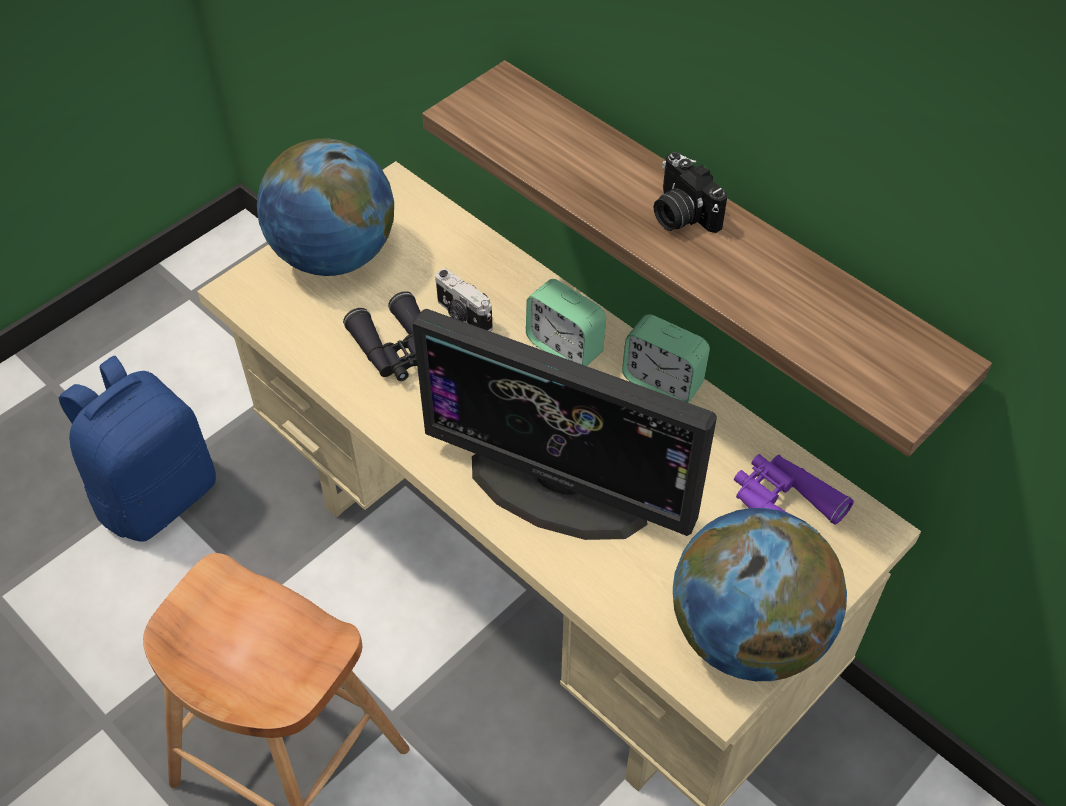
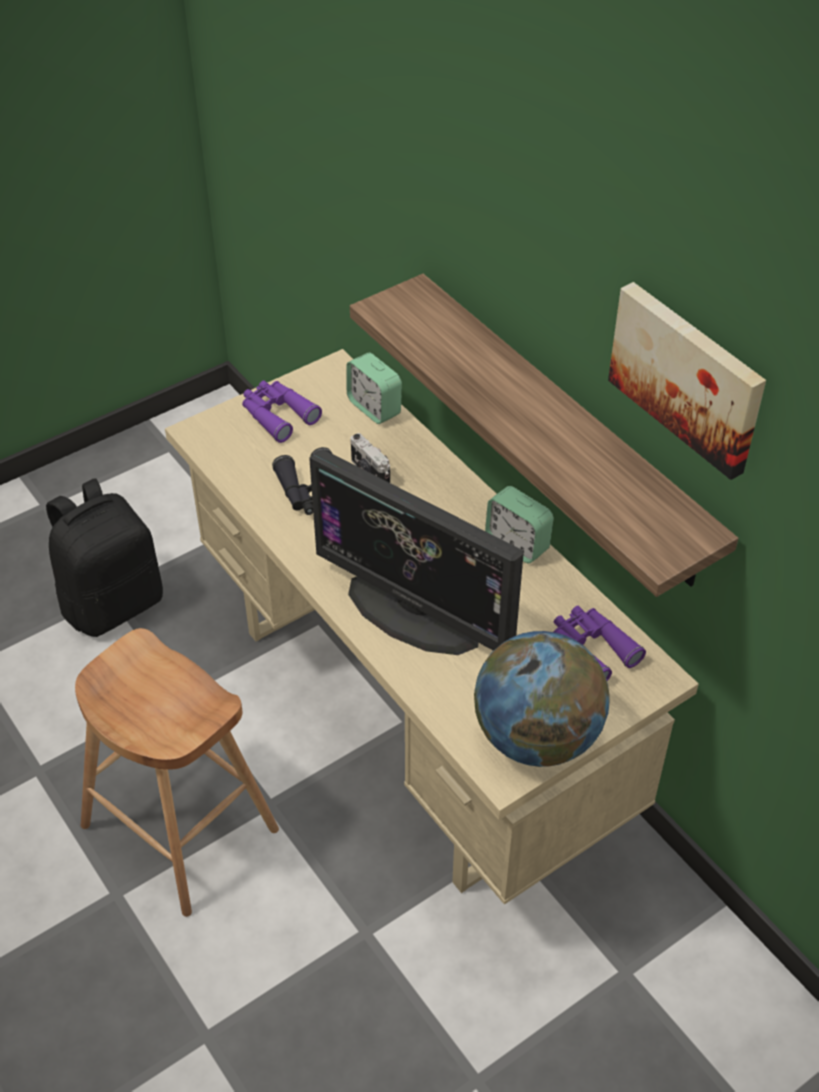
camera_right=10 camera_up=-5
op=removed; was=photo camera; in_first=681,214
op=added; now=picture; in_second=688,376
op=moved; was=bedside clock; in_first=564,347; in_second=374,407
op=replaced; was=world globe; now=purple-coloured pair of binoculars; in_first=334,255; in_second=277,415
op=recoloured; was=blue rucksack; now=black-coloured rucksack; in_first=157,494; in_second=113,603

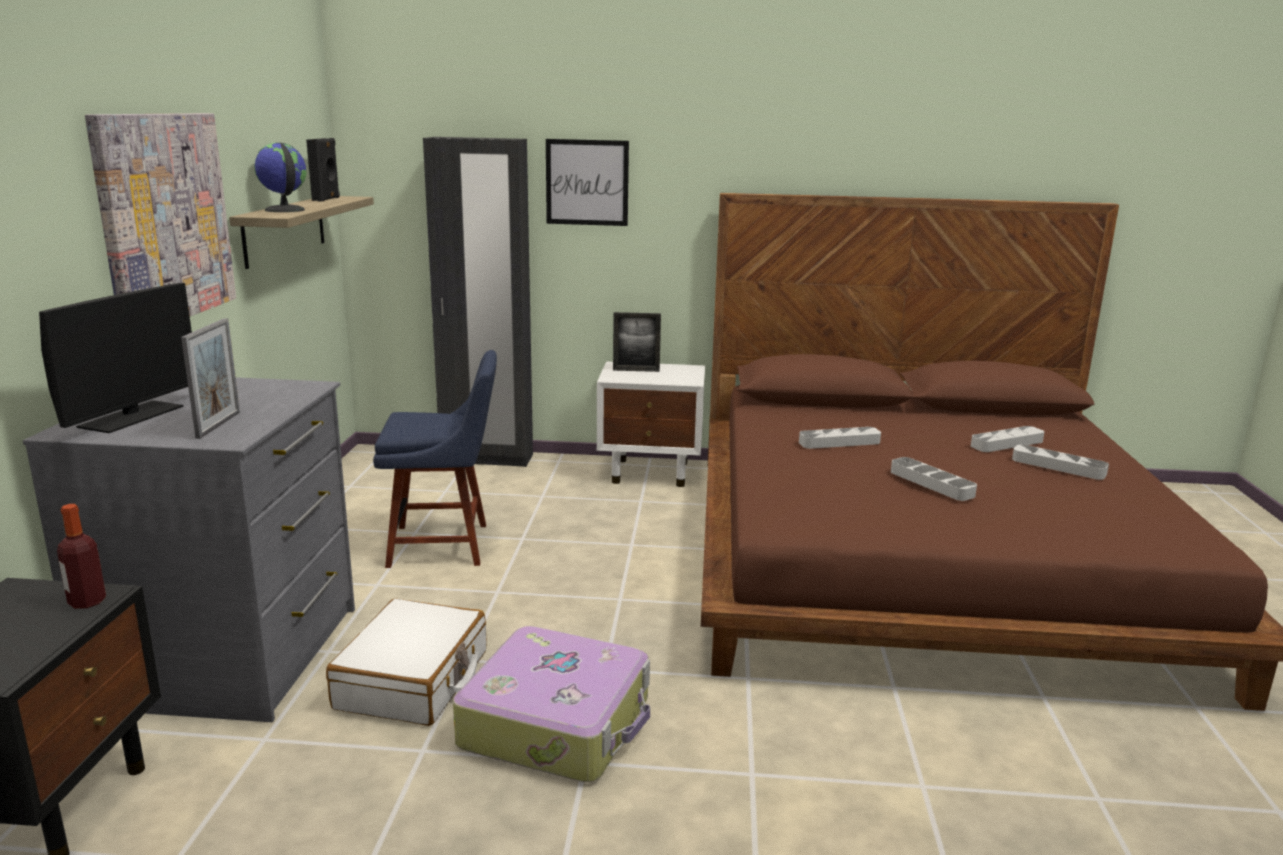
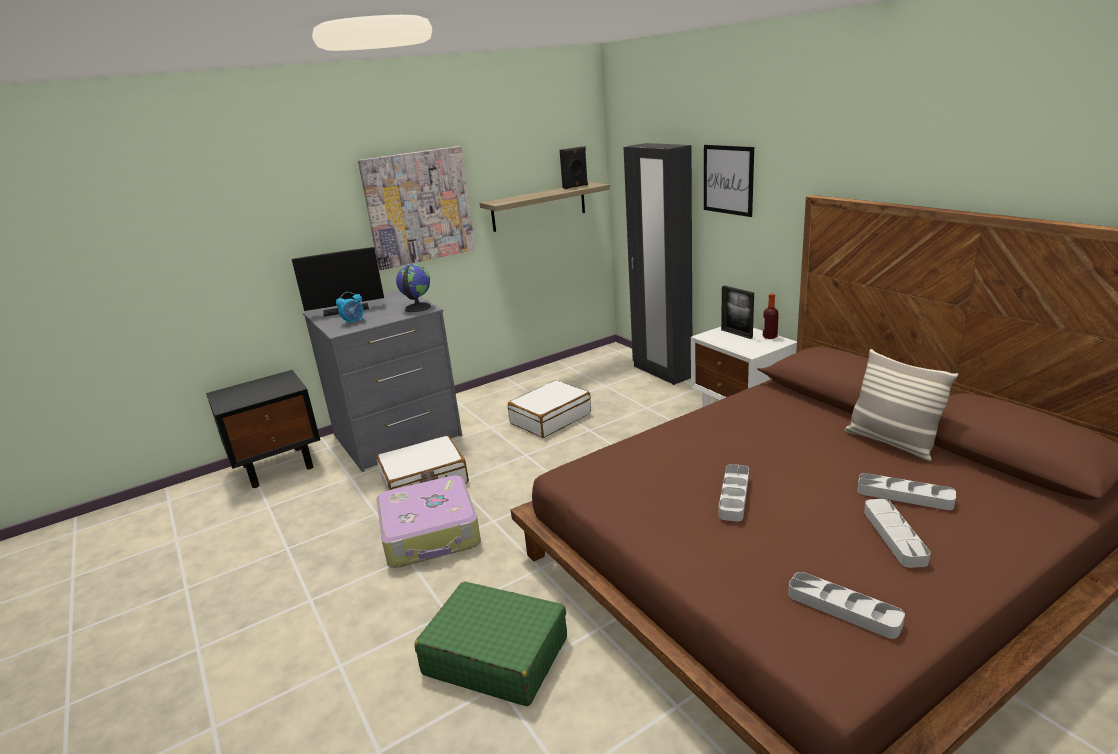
camera_right=55 camera_up=5
op=added; now=green-coloured piece of luggage; in_second=495,655
op=added; now=throw pillow; in_second=891,442
op=moved; was=bottle; in_first=87,602; in_second=769,337
op=moved; was=world globe; in_first=284,210; in_second=417,308
op=moved; was=greyish tray; in_first=839,442; in_second=843,609
op=replaced; was=photo frame; now=bedside clock; in_first=218,425; in_second=354,322
op=replaced; was=blue upright chair; now=white-coloured piece of luggage; in_first=445,545; in_second=550,418

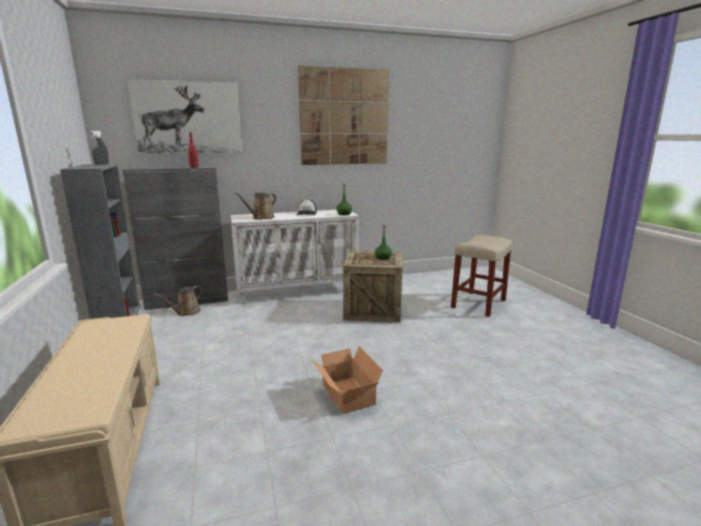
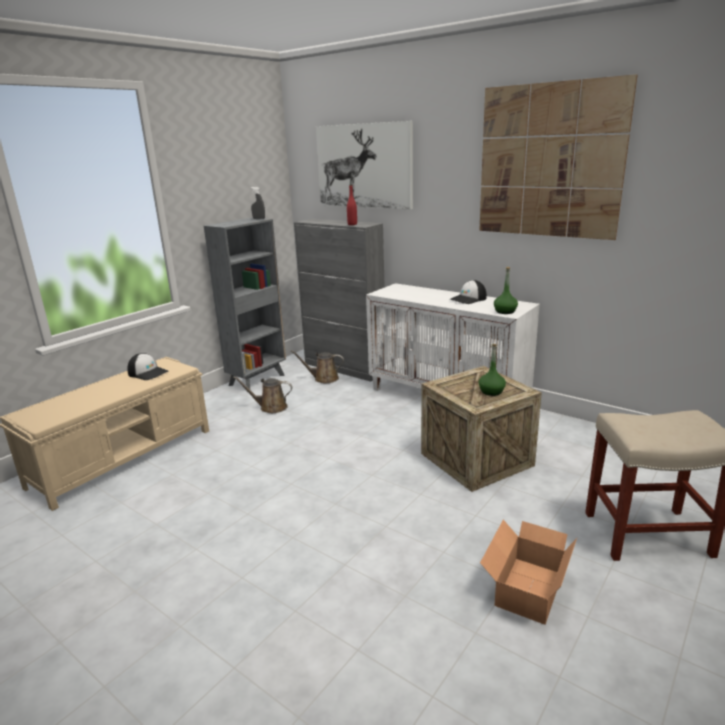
camera_right=55 camera_up=5
op=added; now=cap; in_second=148,373
op=moved; was=brownish watering can; in_first=261,218; in_second=270,407
op=moved; was=cardboard box; in_first=346,396; in_second=525,589

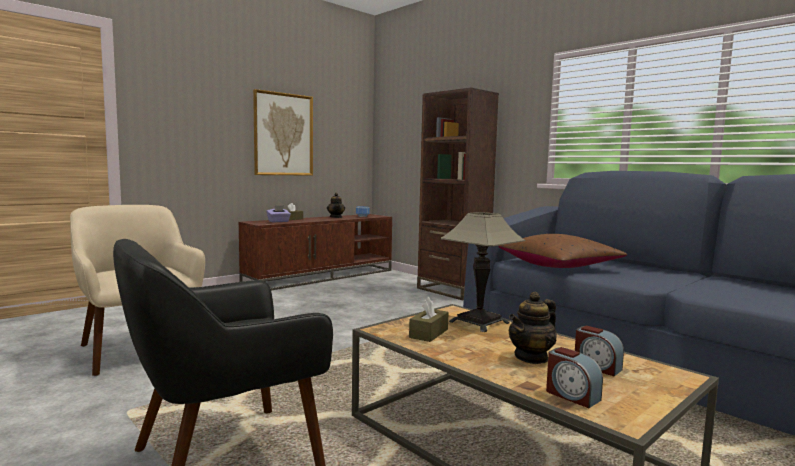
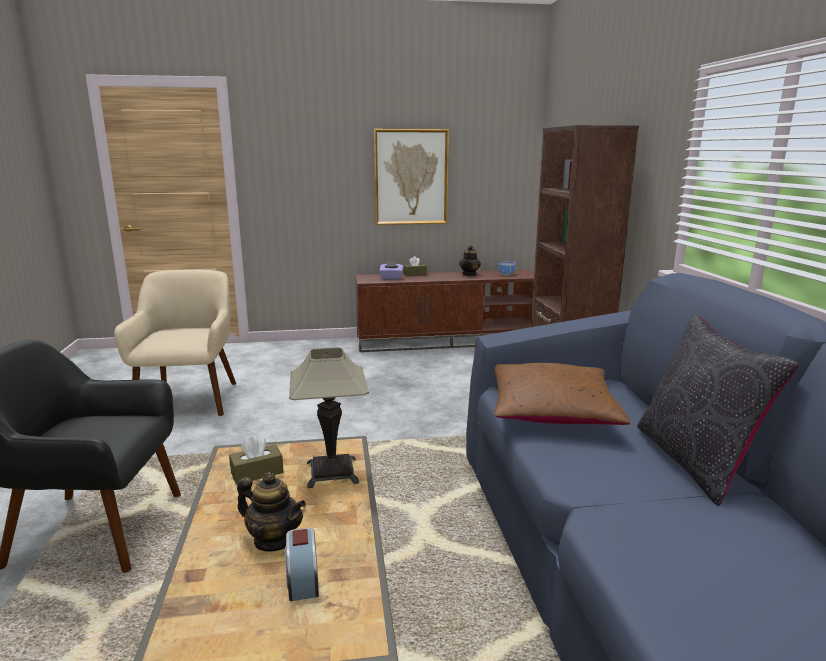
camera_right=35 camera_up=10
op=removed; was=bedside clock; in_first=571,395
op=added; now=black-coloured throw pillow; in_second=695,461
op=turned; was=pot for tea; in_first=531,357; in_second=274,540; clockwise=-150

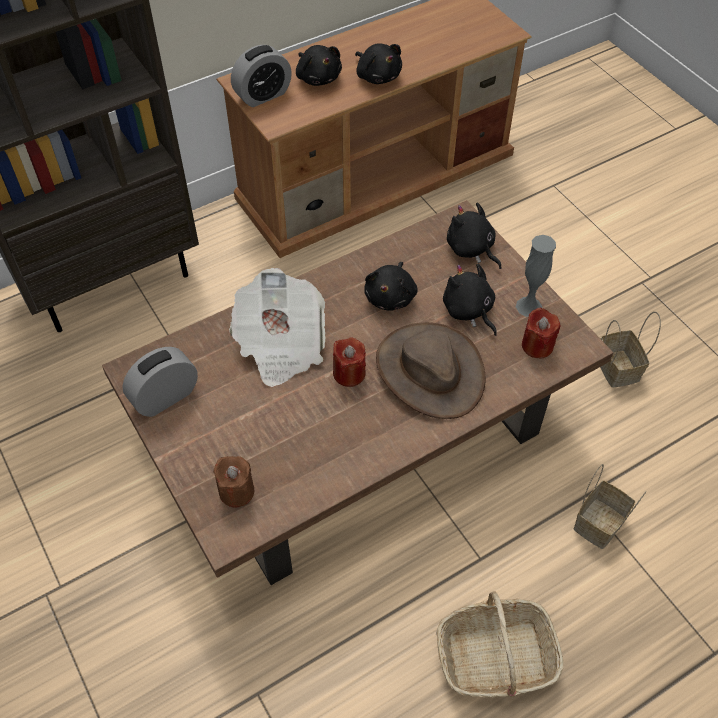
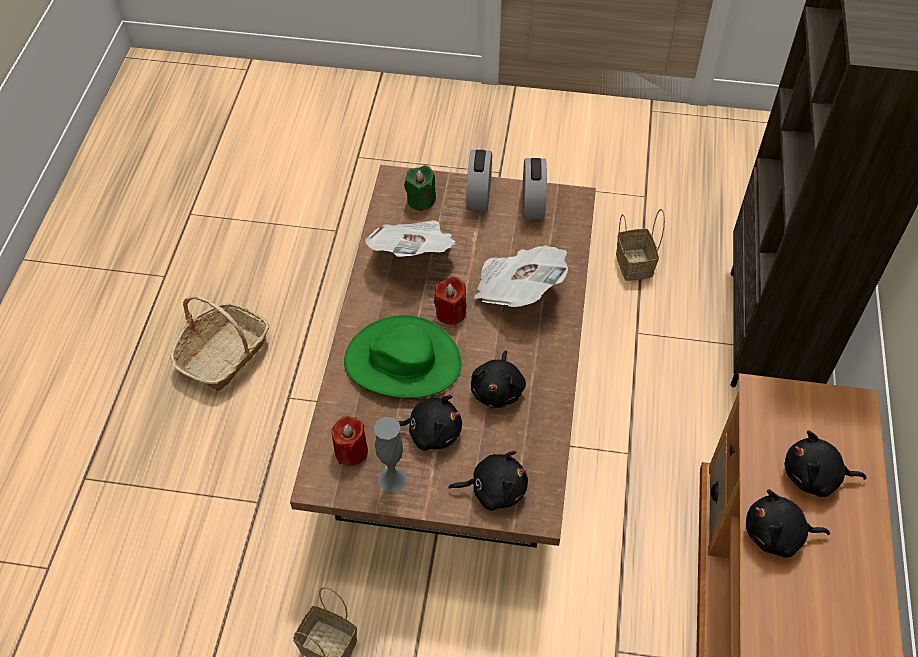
camera_right=130 camera_up=0
op=added; now=daily paper; in_second=413,253
op=moved; was=bedside clock; in_first=263,95; in_second=478,196
op=moved; was=storage basket; in_first=599,525; in_second=633,263
op=recoloured; was=brownish wax candle; now=green-coloured wax candle; in_first=236,491; in_second=421,200
op=recoloured; was=brownish hat; now=green-coloured hat; in_first=429,371; in_second=403,361
op=turned; was=black-coloured cuddly toy; in_first=391,296; in_second=498,389; clockwise=-135

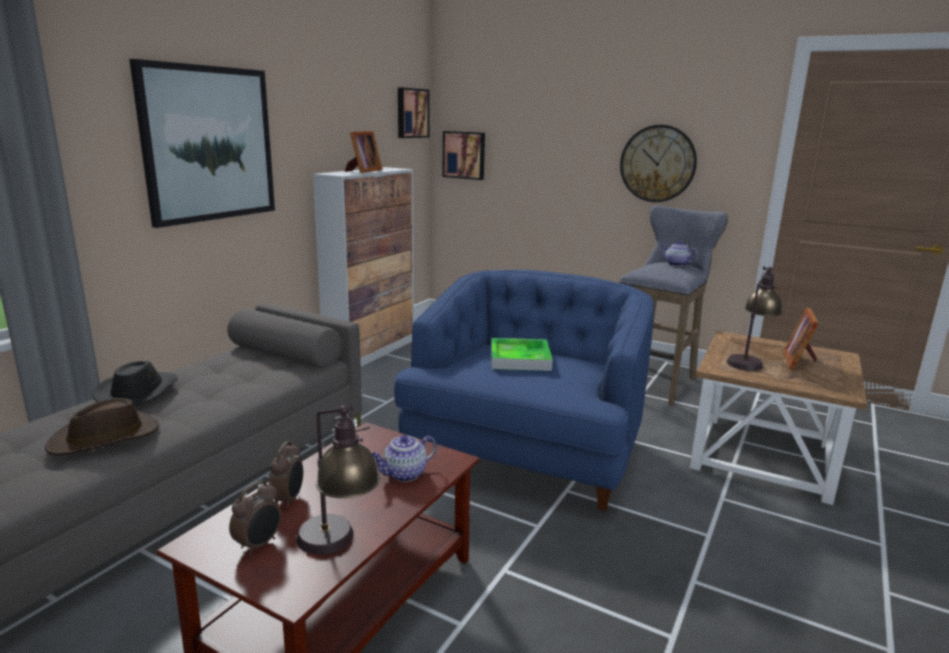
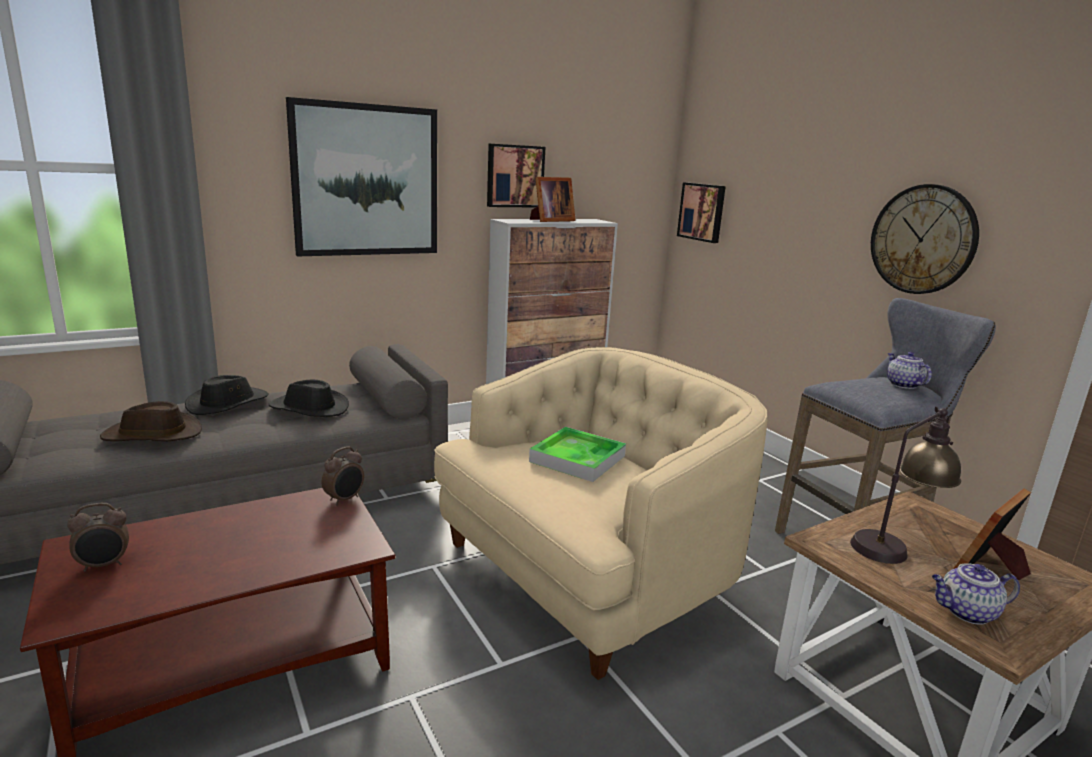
camera_right=30 camera_up=0
op=removed; was=tabletop lamp; in_first=338,546
op=added; now=black-coloured hat; in_second=309,408
op=moved; was=bedside clock; in_first=289,499; in_second=345,499
op=moved; was=pot for tea; in_first=404,474; in_second=966,612
op=moved; was=picture; in_first=411,113; in_second=514,176
op=recoloured; was=blue easy chair; now=beige easy chair; in_first=525,450; in_second=586,572

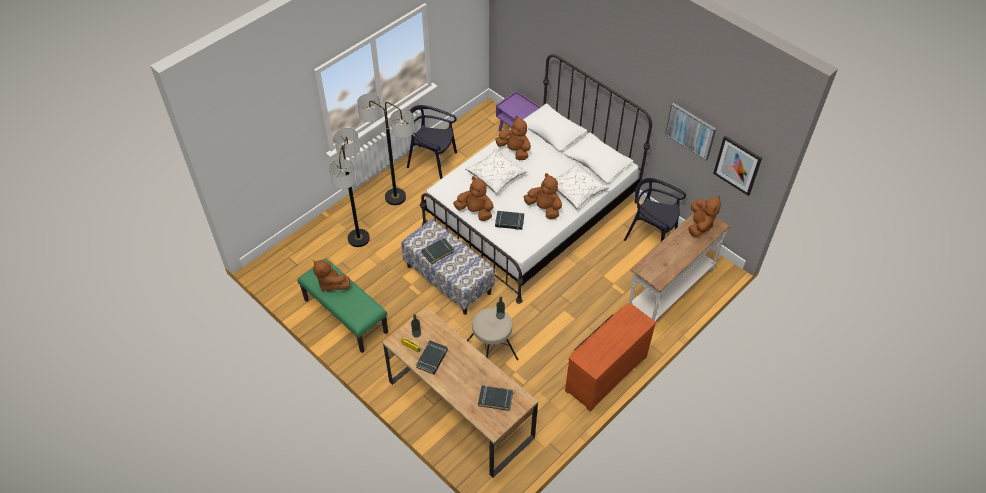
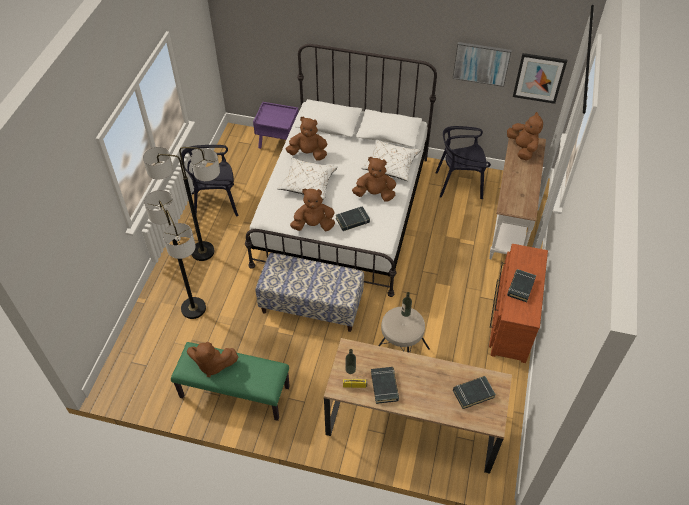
camera_right=-30 camera_up=0
op=moved; was=black-coloured volume; in_first=437,252; in_second=520,287

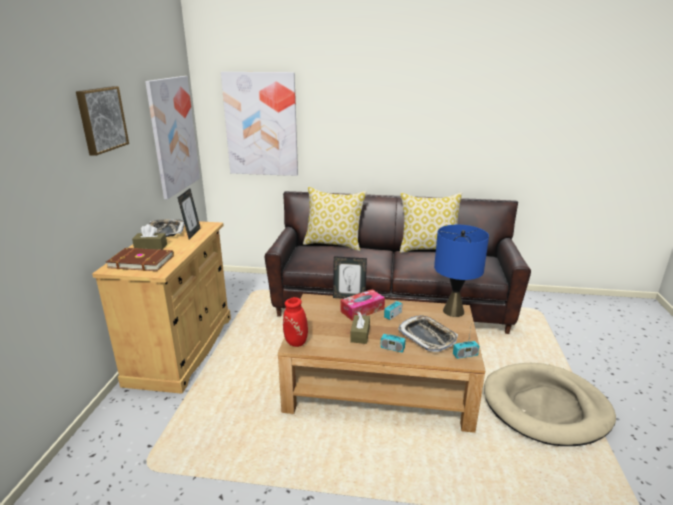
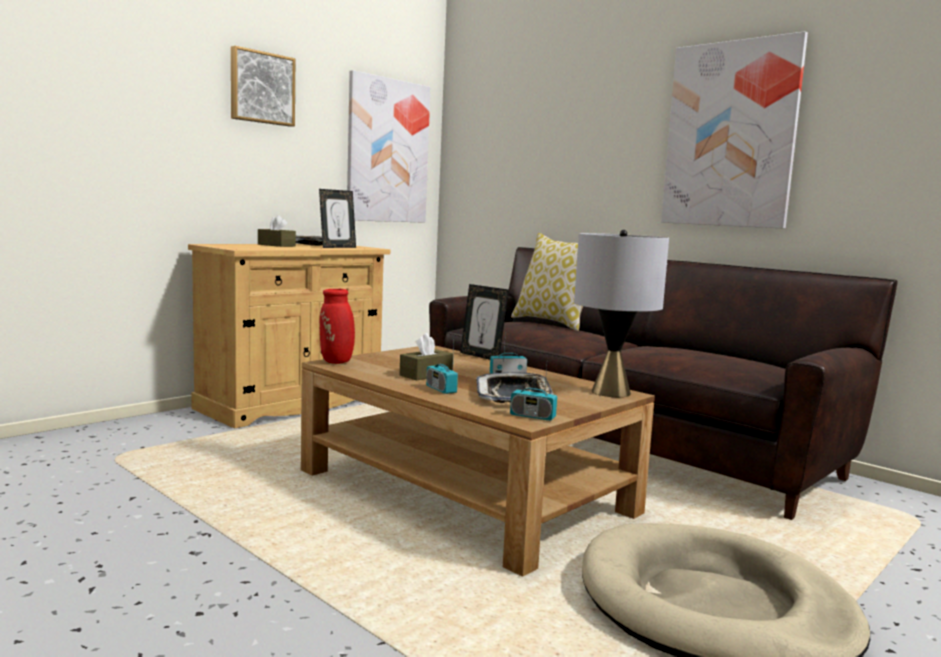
camera_right=35 camera_up=-15
op=removed; was=brownish volume; in_first=141,261
op=removed; was=tissue holder; in_first=362,310
op=removed; was=throw pillow; in_first=428,249
op=moved; was=picture; in_first=261,125; in_second=730,135
op=recoloured; was=blue tabletop lamp; now=greyish tabletop lamp; in_first=453,311; in_second=611,392

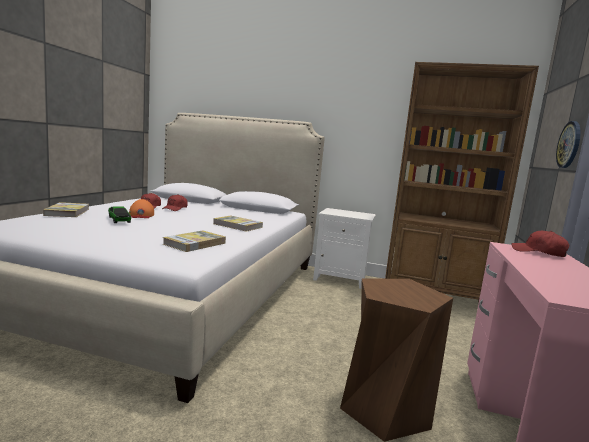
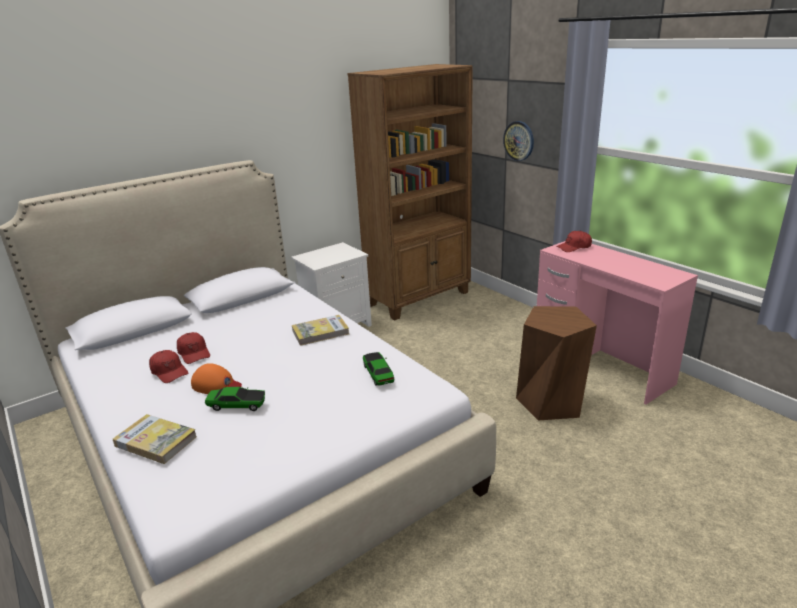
camera_right=-50 camera_up=15
op=replaced; was=volume; now=miniature car; in_first=195,243; in_second=378,374

